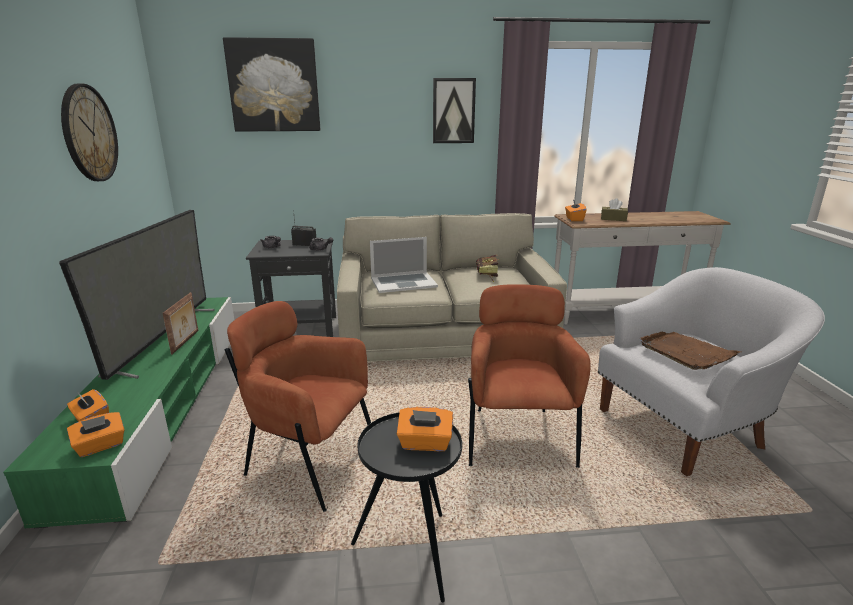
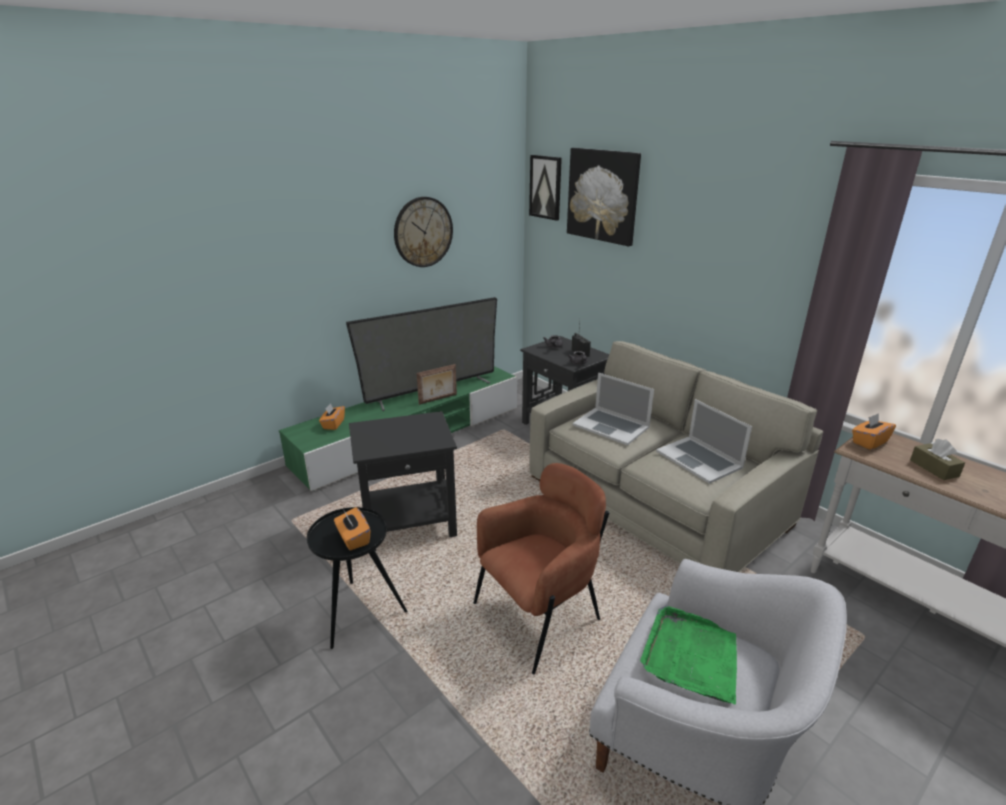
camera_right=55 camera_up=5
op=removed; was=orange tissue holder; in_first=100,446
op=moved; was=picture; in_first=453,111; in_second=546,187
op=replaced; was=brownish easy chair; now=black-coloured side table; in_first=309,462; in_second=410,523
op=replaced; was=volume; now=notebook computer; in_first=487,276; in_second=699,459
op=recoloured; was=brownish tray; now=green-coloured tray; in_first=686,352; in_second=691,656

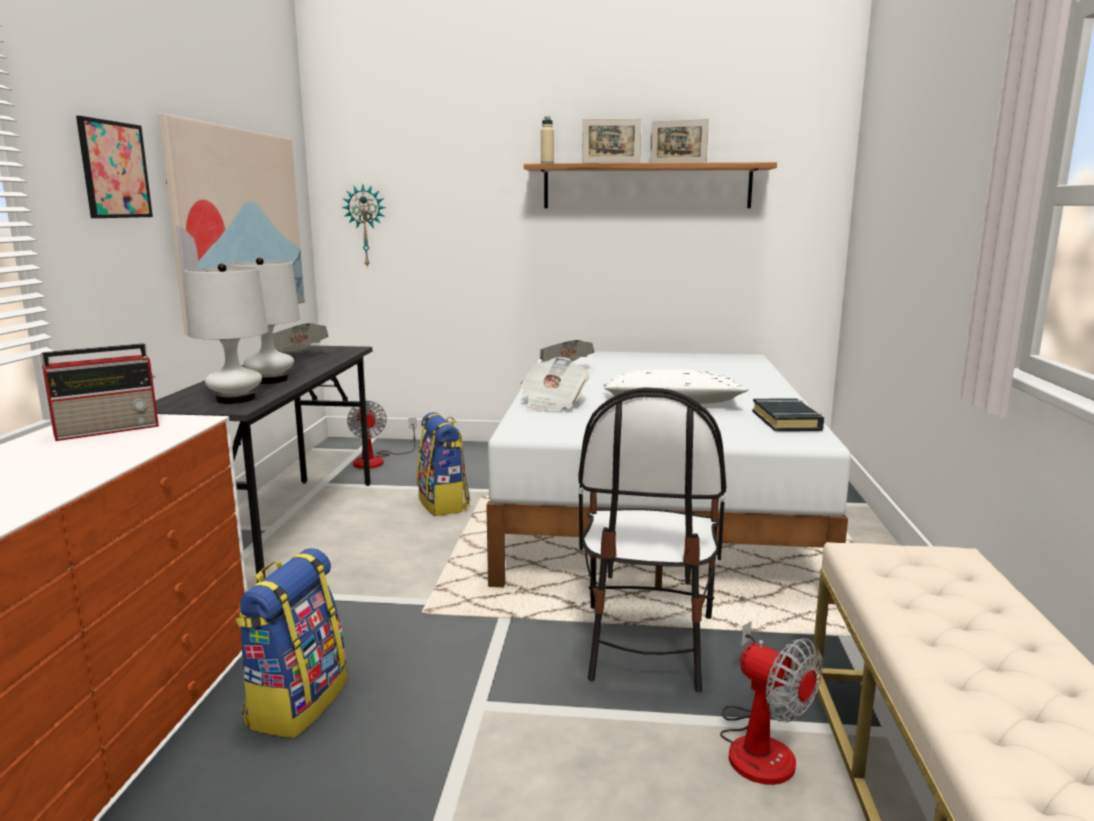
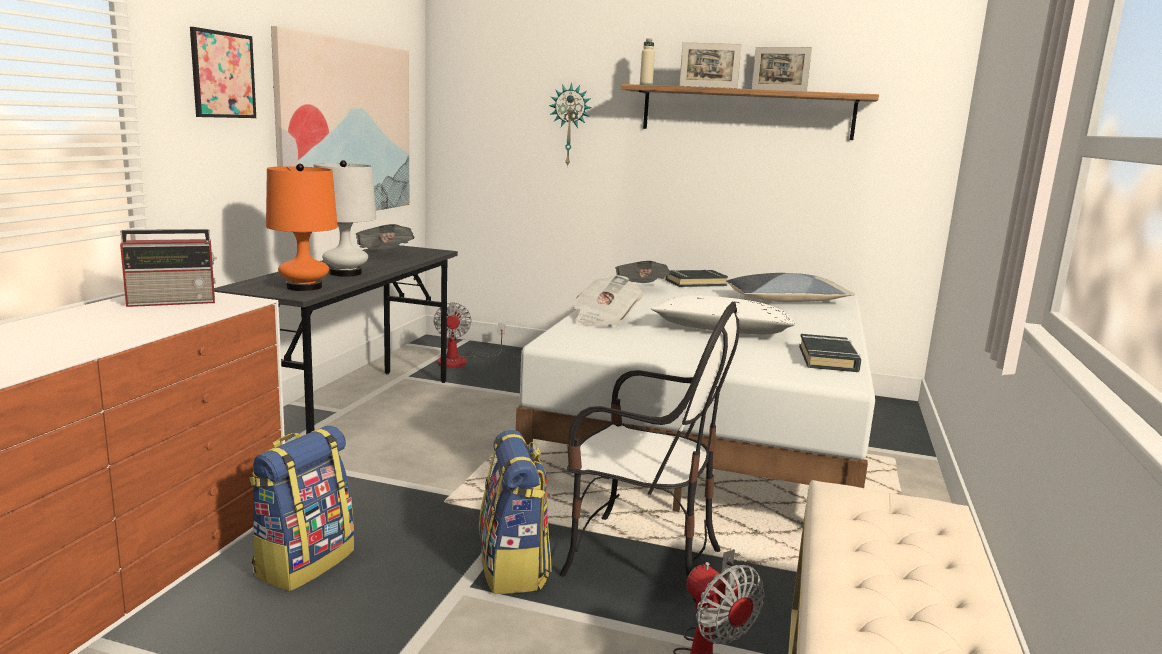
camera_right=10 camera_up=0
op=added; now=black-coloured volume; in_second=695,283
op=added; now=throw pillow; in_second=786,301
op=moved; was=clock on the wall; in_first=366,226; in_second=570,125
op=moved; was=rucksack; in_first=444,504; in_second=514,568
op=recoloured; was=white-coloured tabletop lamp; now=orange tabletop lamp; in_first=236,399; in_second=304,287
op=turned; was=upright chair; in_first=646,644; in_second=640,560; clockwise=-90

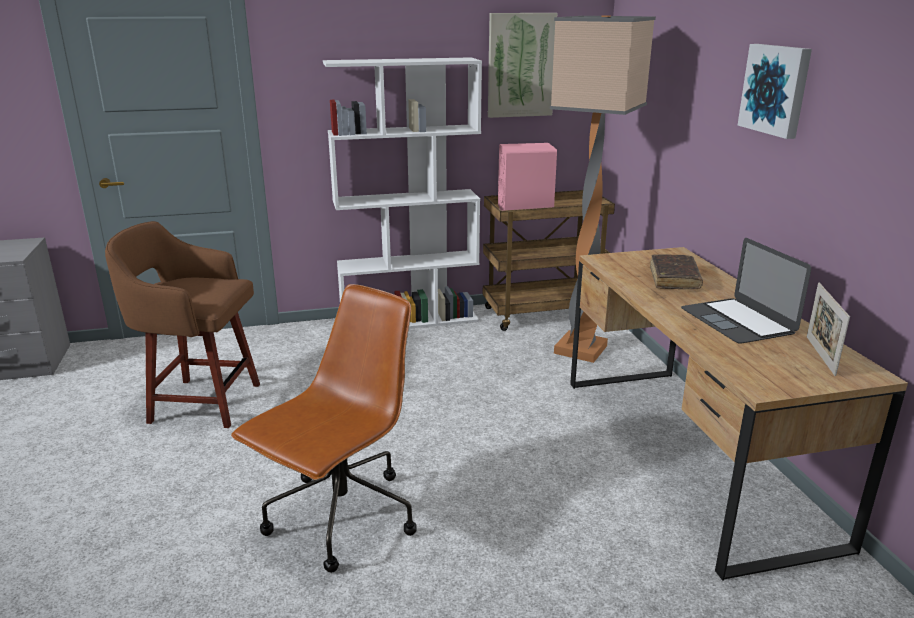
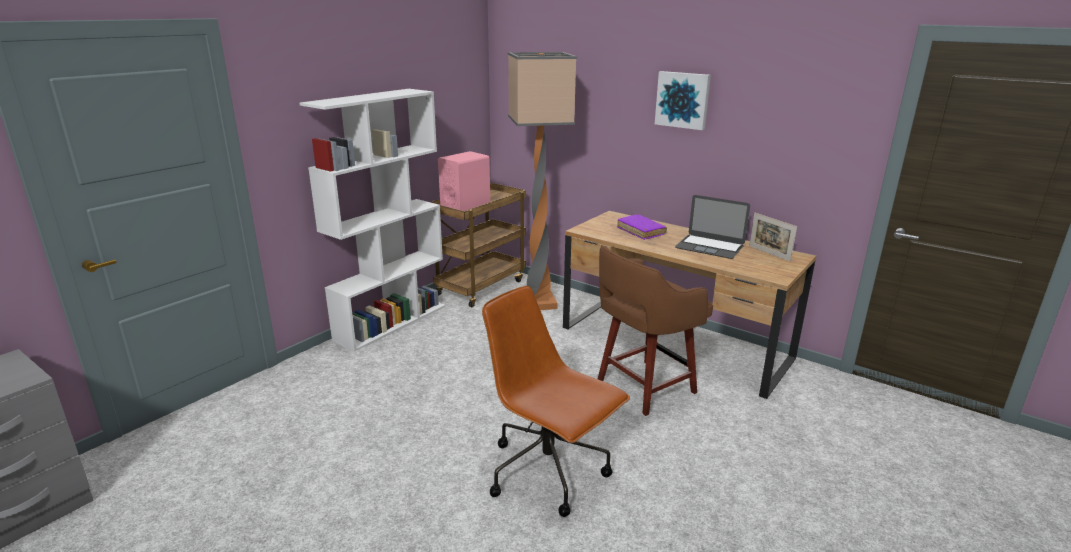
camera_right=-40 camera_up=0
op=removed; was=picture; in_first=520,65
op=moved; was=brownish sitting stool; in_first=201,403; in_second=643,388
op=recoloured; was=brownish volume; now=purple-coloured volume; in_first=674,279; in_second=641,231
op=turned; was=brownish desk chair; in_first=341,519; in_second=549,472; clockwise=-45

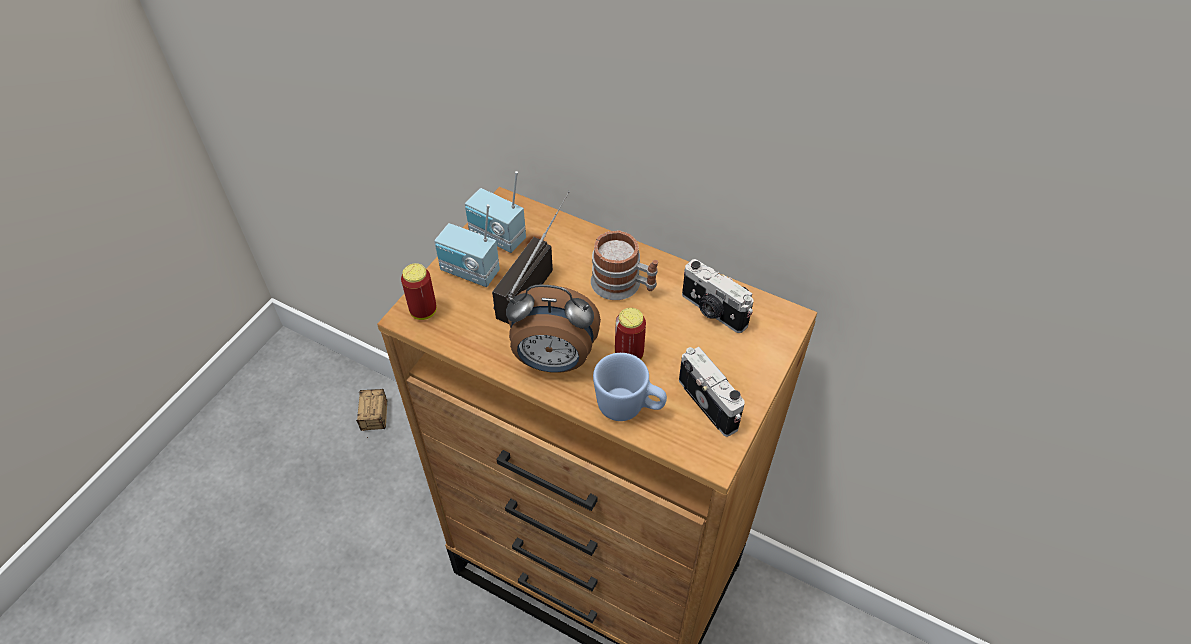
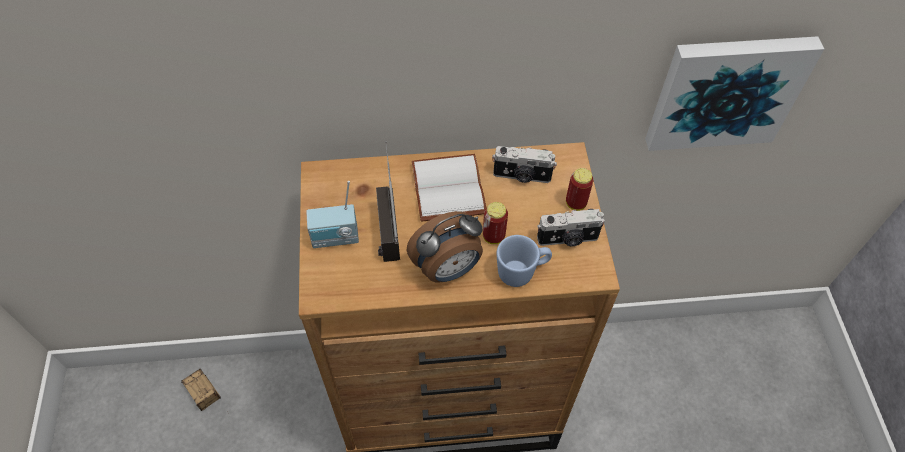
camera_right=-35 camera_up=5
op=removed; was=radio; in_first=496,238
op=added; now=picture; in_second=725,91
op=moved; was=metal can; in_first=423,311; in_second=575,203
op=replaced; was=mug; now=white-coloured volume; in_first=623,285; in_second=451,189
op=turned; was=photo camera; in_first=710,403; in_second=568,239; clockwise=150

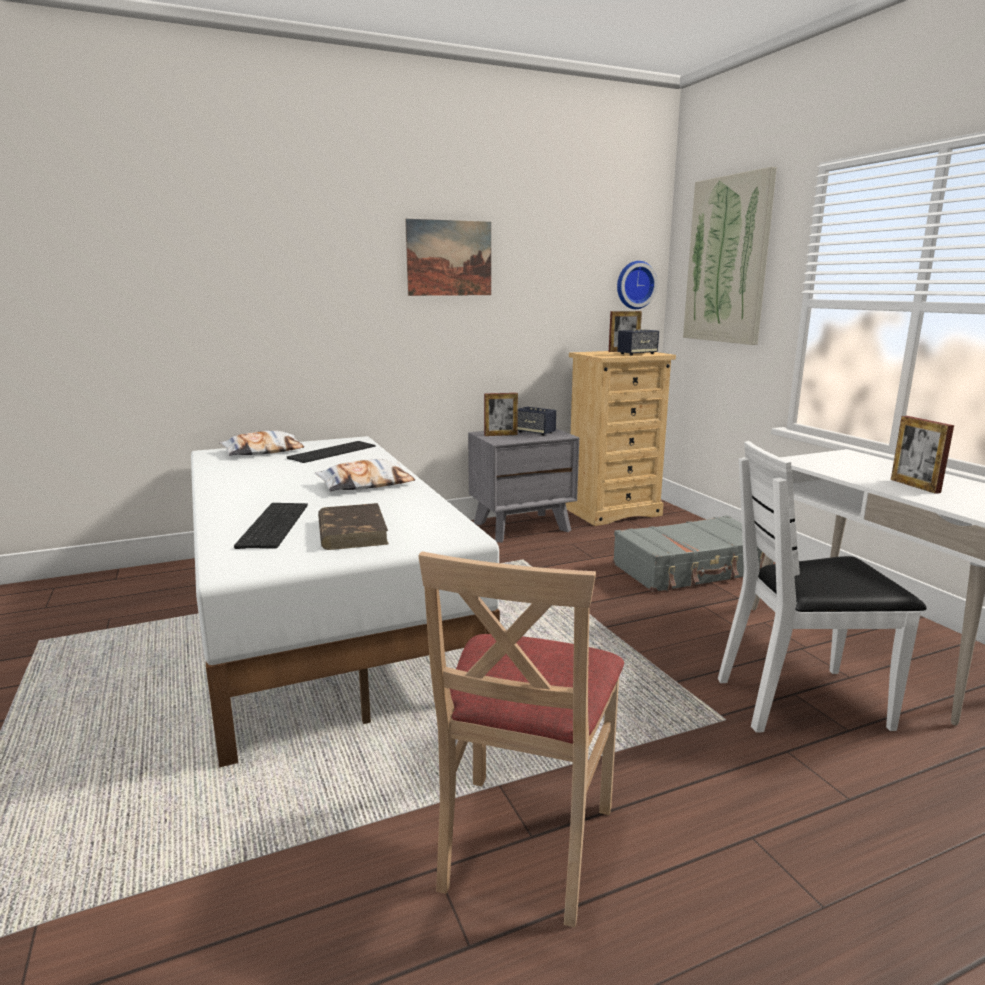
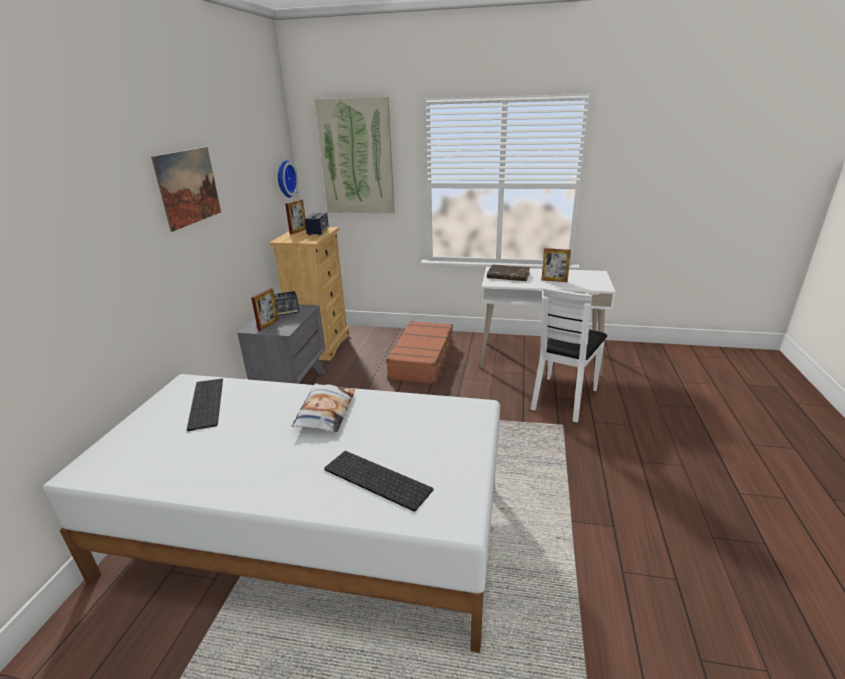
camera_right=-55 camera_up=10
op=removed; was=throw pillow; in_first=263,451
op=removed; was=beige upright chair; in_first=524,843
op=moved; was=brownish volume; in_first=352,531; in_second=508,275
op=recoloured; was=greyish piece of luggage; now=brownish piece of luggage; in_first=692,569; in_second=423,360

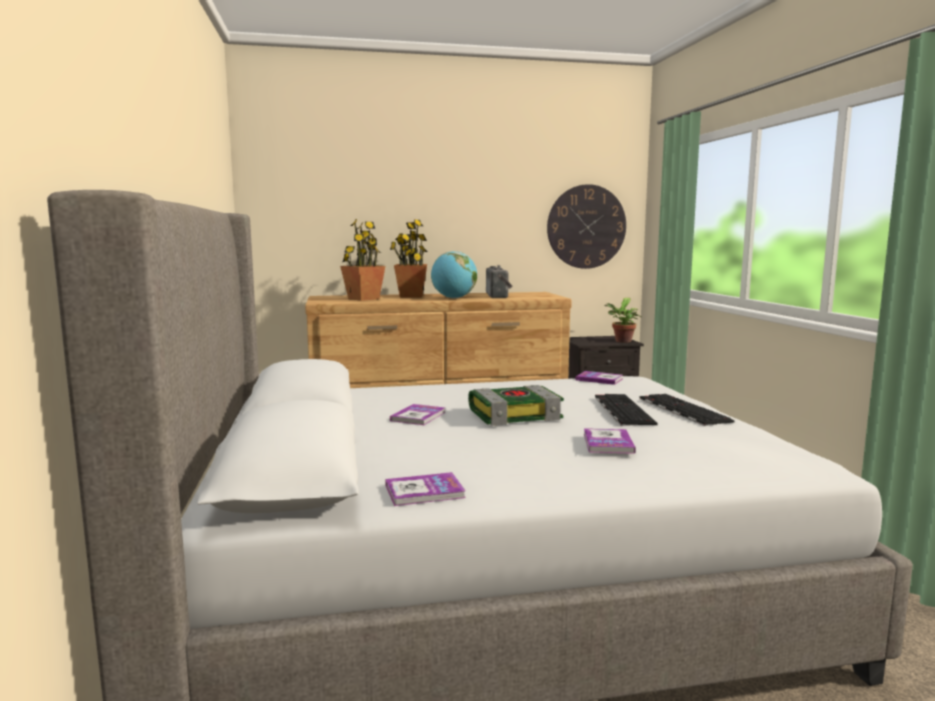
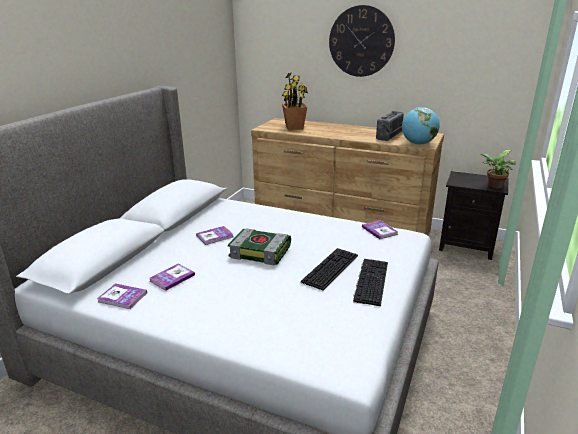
camera_right=35 camera_up=15
op=removed; was=houseplant; in_first=411,296
op=moved; was=world globe; in_first=454,298; in_second=418,144
op=moved; was=clock on the wall; in_first=586,227; in_second=361,41
op=moved; was=volume; in_first=608,443; in_second=172,278

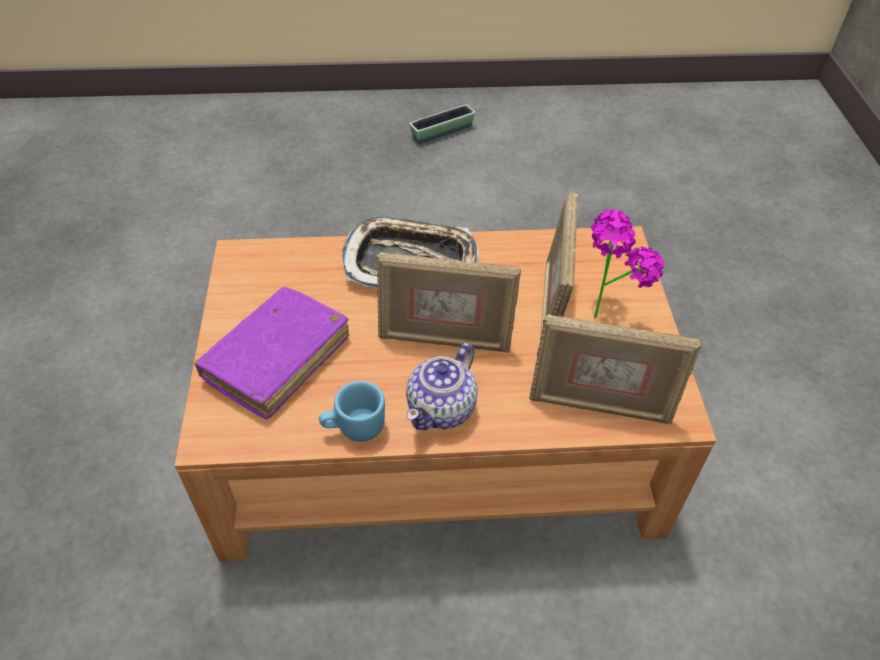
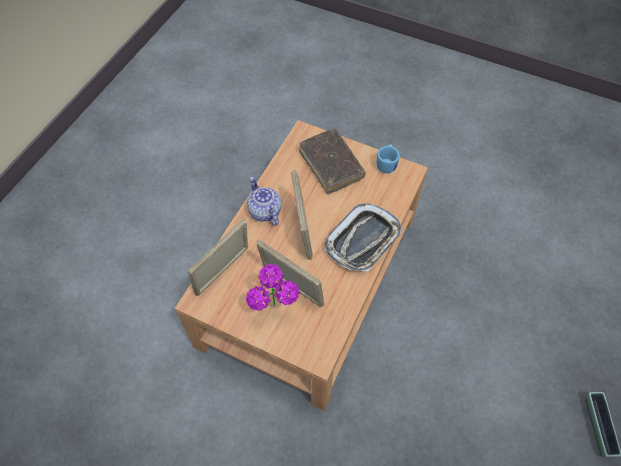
camera_right=120 camera_up=10
op=moved; was=blue mug; in_first=354,427; in_second=387,164
op=recoloured; was=purple-coloured volume; now=brownish volume; in_first=277,358; in_second=331,165
op=turned; was=photo frame; in_first=444,340; in_second=302,231; clockwise=135

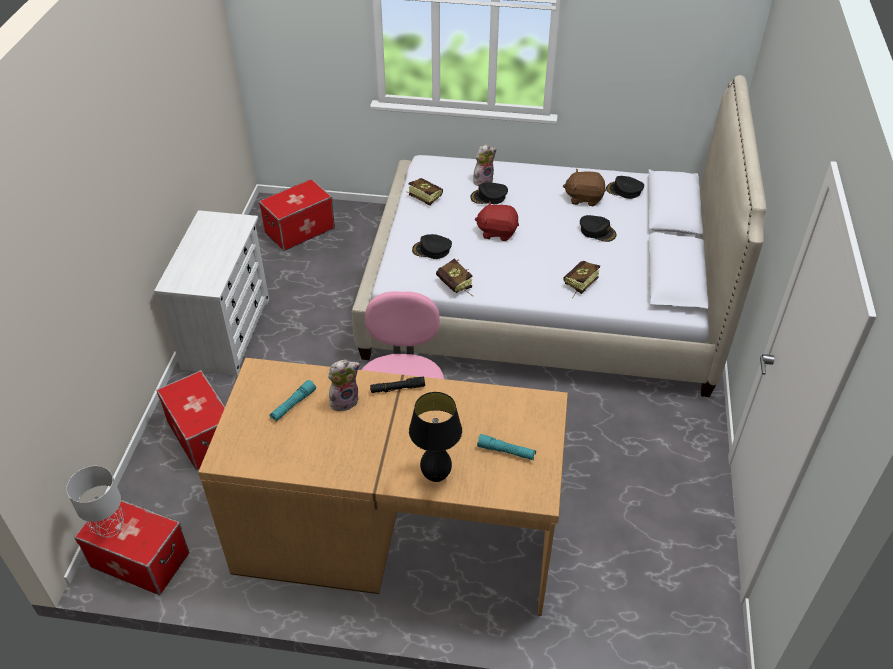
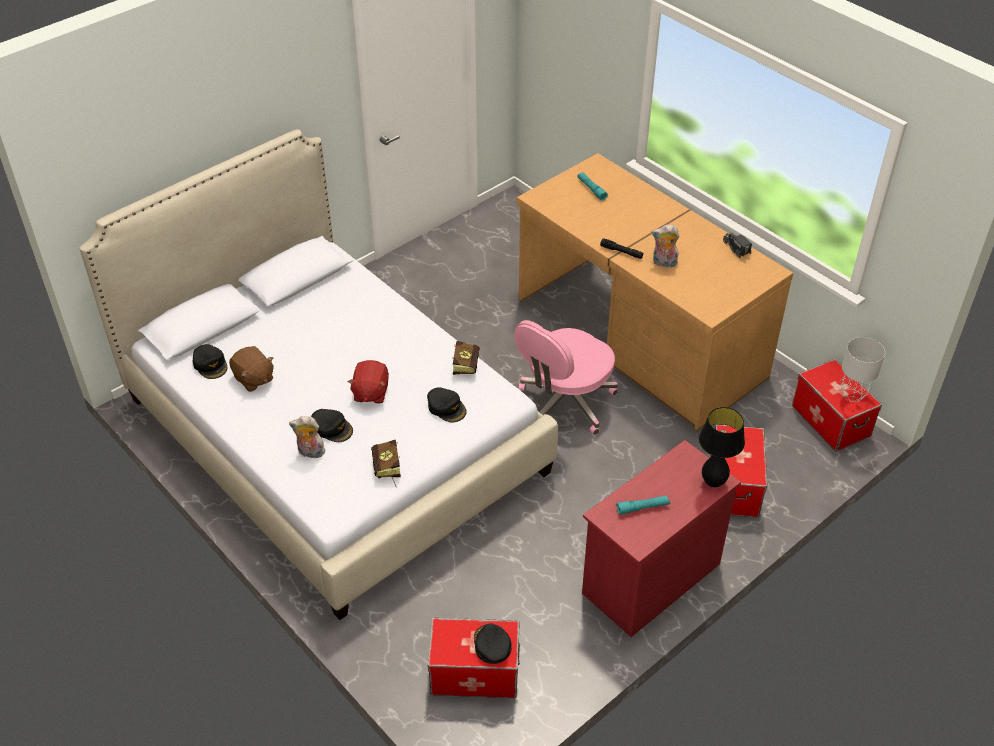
camera_right=-140 camera_up=0
op=removed; was=volume; in_first=578,285
op=added; now=model truck; in_second=737,249
op=moved; was=blue-green hand torch; in_first=293,405; in_second=643,508
op=moved; was=black-coloured tabletop lamp; in_first=436,476; in_second=713,483
op=moved; was=black-coloured cap; in_first=597,231; in_second=491,645
op=recoloured; was=white-coloured chest of drawers; now=red chest of drawers; in_first=227,332; in_second=650,579
op=turned; was=red cuddly toy; in_first=497,232; in_second=370,393; clockwise=45

